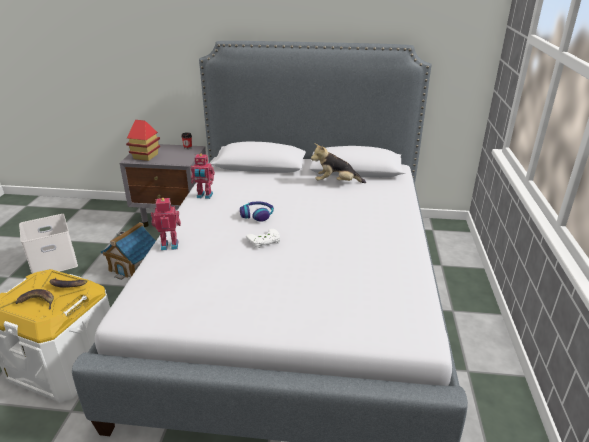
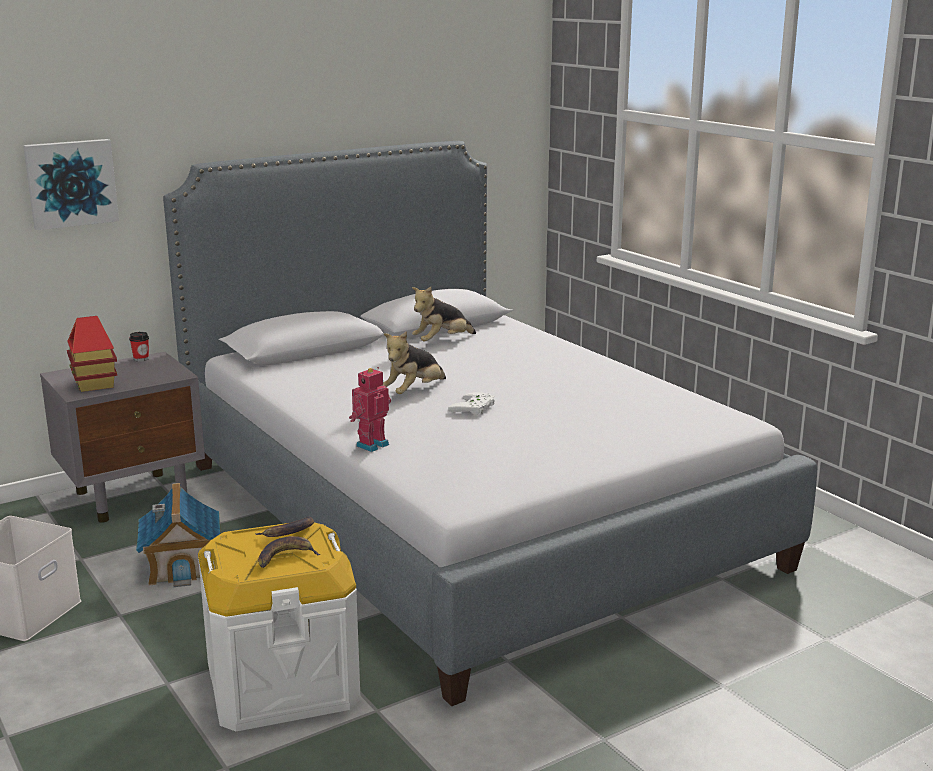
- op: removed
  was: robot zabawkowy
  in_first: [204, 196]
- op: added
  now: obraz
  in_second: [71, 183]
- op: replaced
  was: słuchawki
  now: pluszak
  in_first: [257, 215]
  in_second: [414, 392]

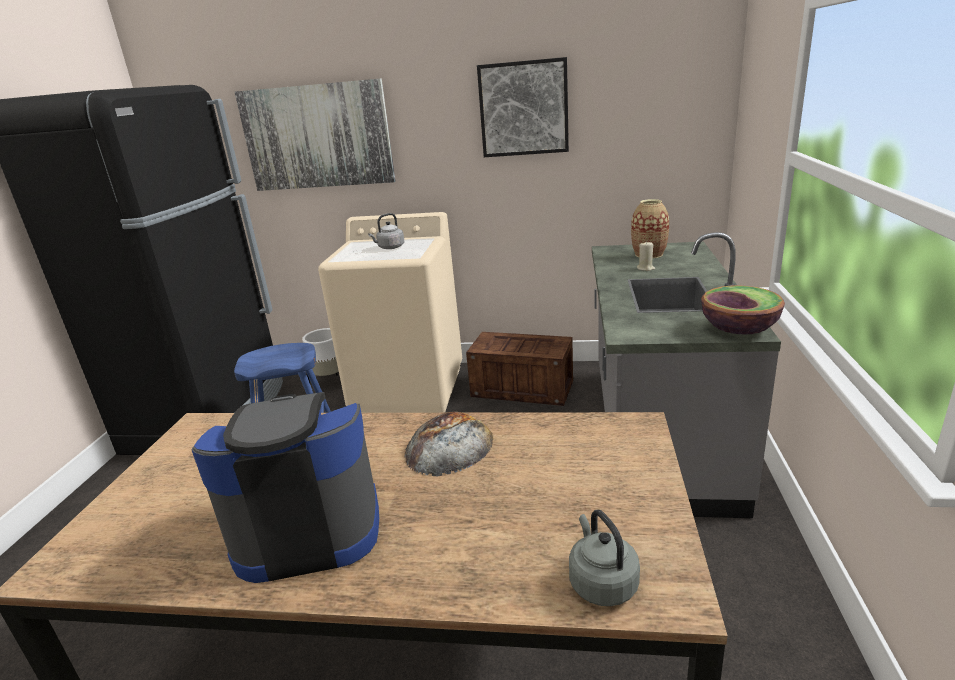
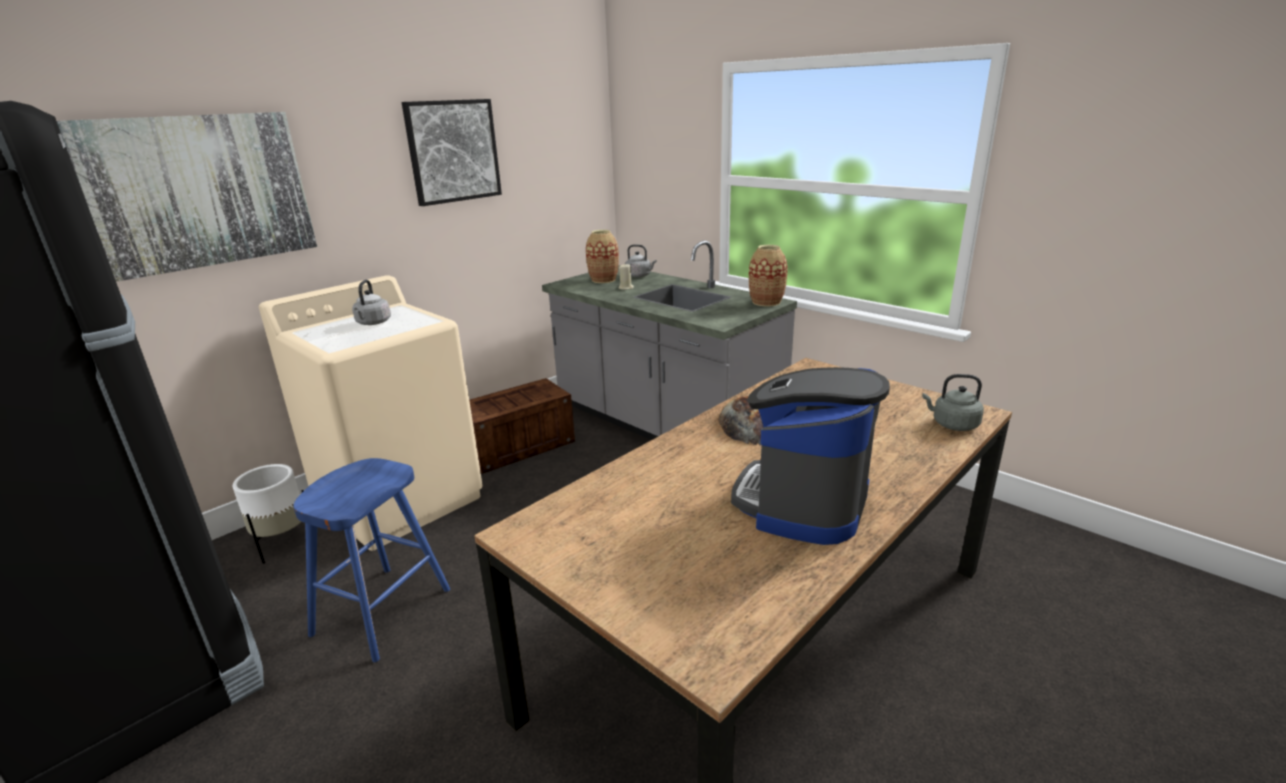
- op: added
  now: czajnik (szary)
  in_second: [639, 276]
- op: replaced
  was: miska
  now: wazon
  in_first: [738, 329]
  in_second: [766, 302]

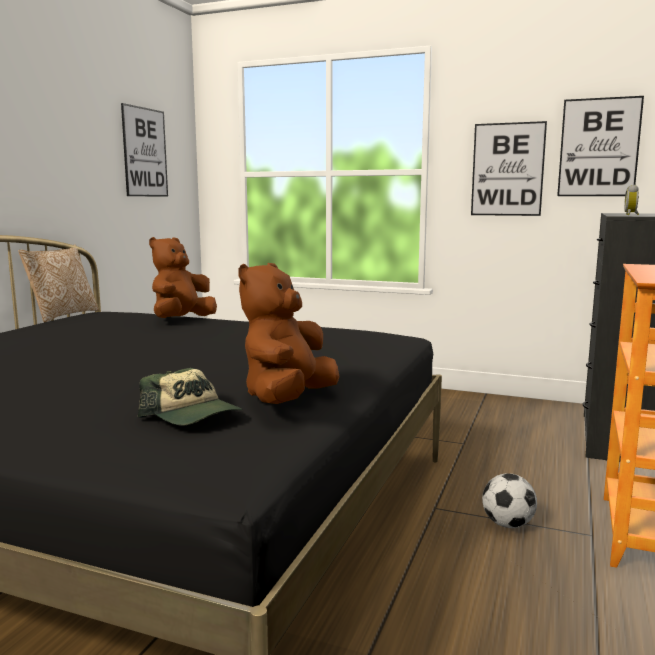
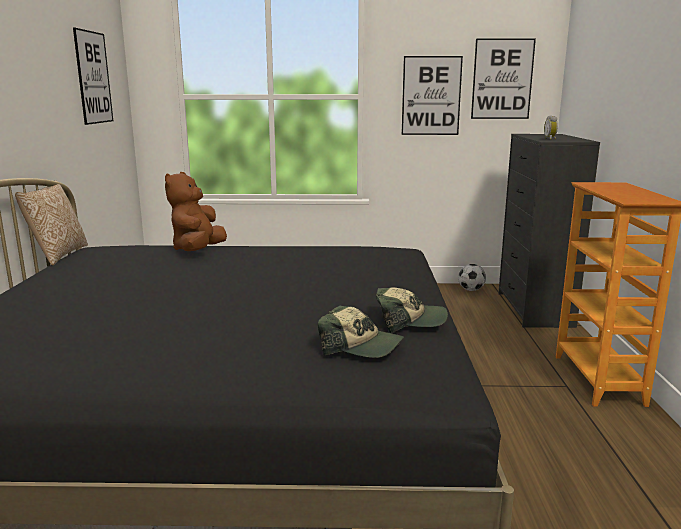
- op: moved
  was: piłka futbolowa
  in_first: [507, 524]
  in_second: [471, 290]
- op: replaced
  was: pluszak (brązowy)
  now: czapka z daszkiem
  in_first: [288, 399]
  in_second: [409, 321]

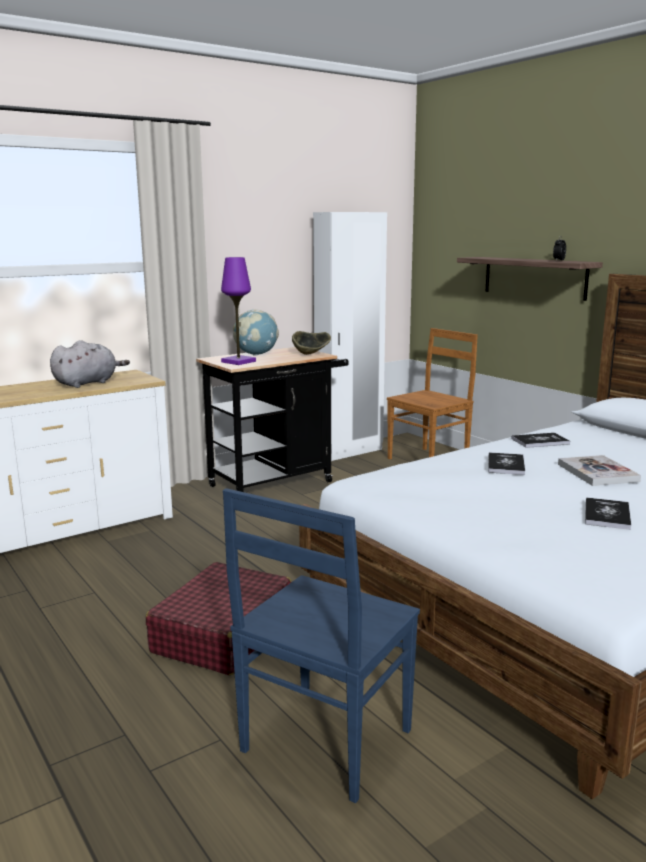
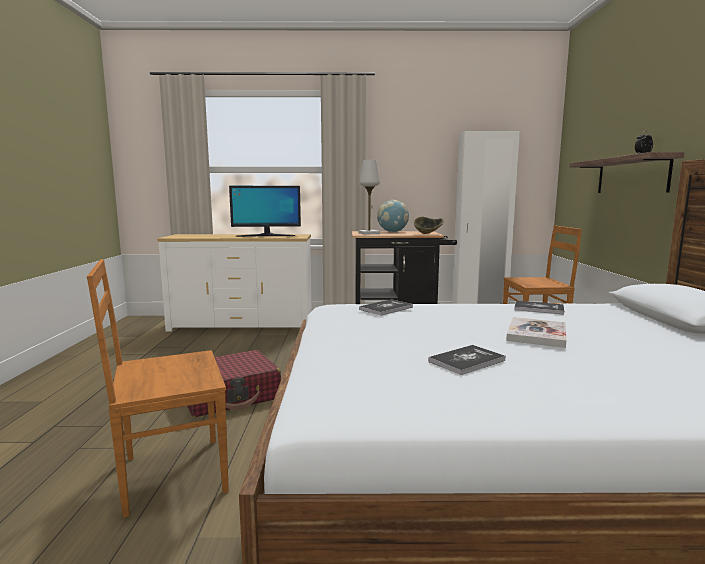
- op: moved
  was: książka
  in_first: [506, 465]
  in_second: [386, 308]
- op: replaced
  was: pluszak (szary)
  now: monitor
  in_first: [88, 383]
  in_second: [266, 236]
- op: recoloured
  was: lampa stołowa (fioletowy)
  now: lampa stołowa (biały)
  in_first: [238, 362]
  in_second: [369, 233]
- op: recoloured
  was: krzesło (niebieski)
  now: krzesło (brązowy)
  in_first: [323, 743]
  in_second: [170, 475]

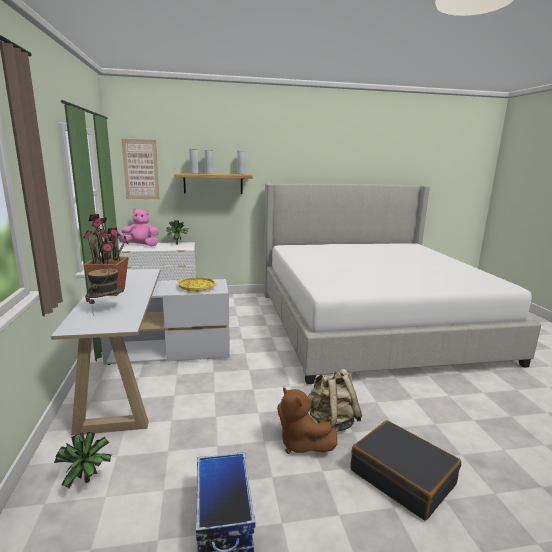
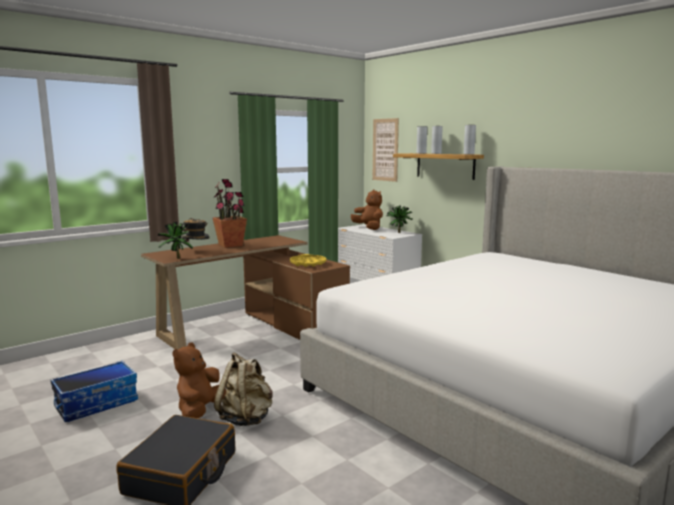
- op: moved
  was: roślina doniczkowa
  in_first: [88, 483]
  in_second: [176, 259]
- op: recoloured
  was: biurko (biały)
  now: biurko (brązowy)
  in_first: [149, 371]
  in_second: [254, 328]
- op: recoloured
  was: pluszak (różowy)
  now: pluszak (brązowy)
  in_first: [140, 246]
  in_second: [368, 228]

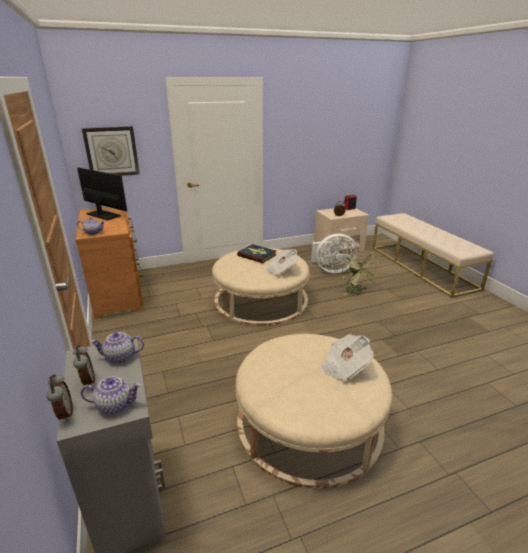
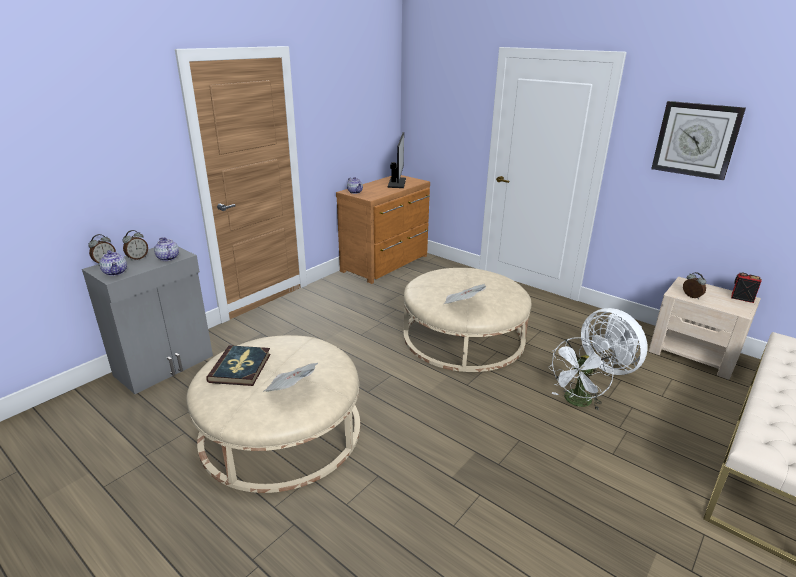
- op: moved
  was: zegar ścienny
  in_first: [111, 152]
  in_second: [696, 140]
- op: moved
  was: książka
  in_first: [257, 255]
  in_second: [240, 368]
- op: recoloured
  was: wentylator (zielony)
  now: wentylator (biały)
  in_first: [356, 291]
  in_second: [576, 402]

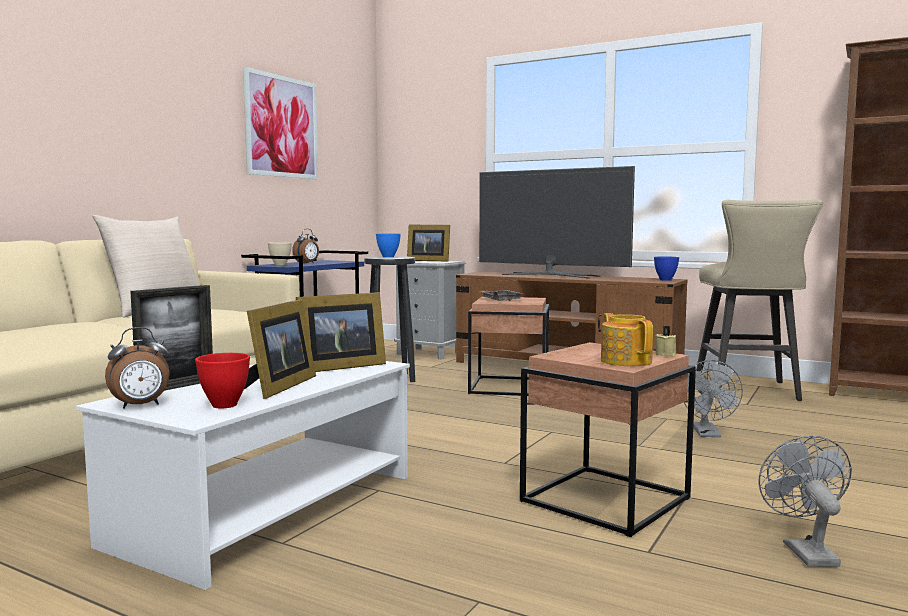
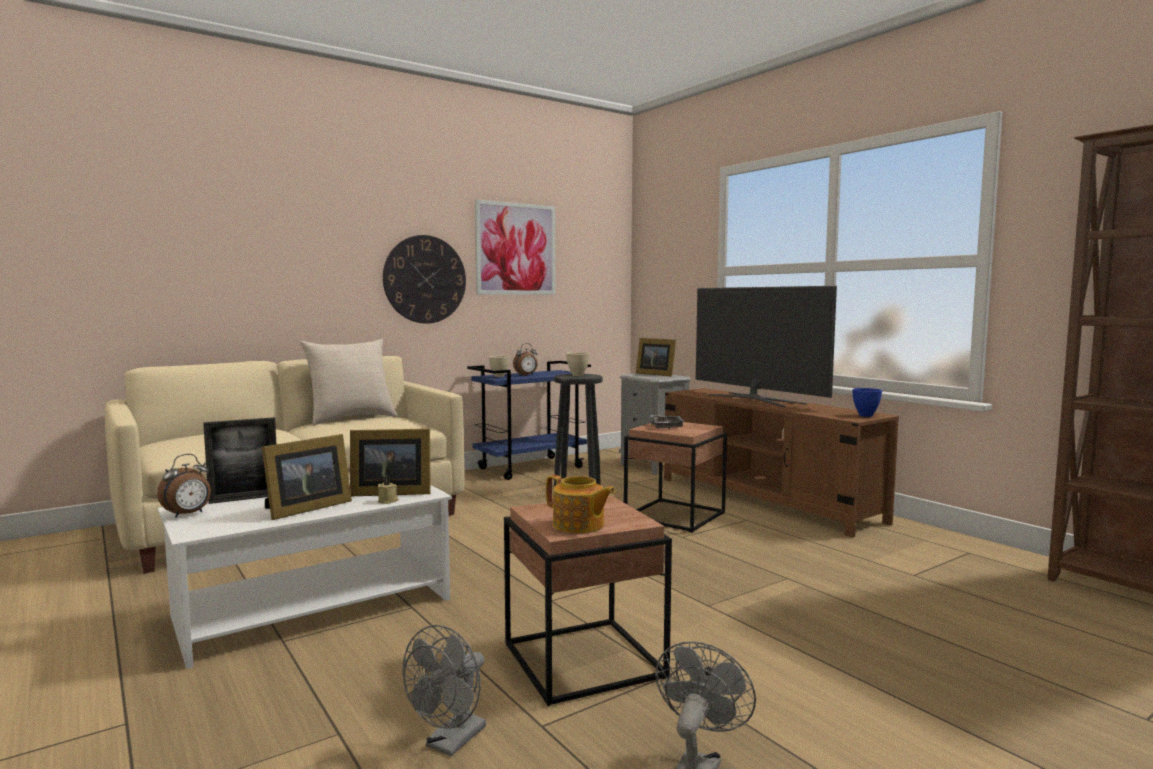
- op: removed
  was: miska (czerwony)
  in_first: [223, 405]
- op: removed
  was: stołek (beżowy)
  in_first: [749, 391]
- op: added
  now: zegar ścienny
  in_second: [425, 279]
- op: moved
  was: świeca (beżowy)
  in_first: [666, 354]
  in_second: [388, 501]
- op: moved
  was: wentylator (szary)
  in_first: [708, 434]
  in_second: [450, 743]
- op: recoloured
  was: miska (niebieski)
  now: miska (beżowy)
  in_first: [387, 257]
  in_second: [577, 375]
- op: turned
  was: budzik
  in_first: [140, 406]
  in_second: [188, 514]
  clockwise: -45
- op: turned
  was: imbryk
  in_first: [626, 361]
  in_second: [579, 525]
  clockwise: 120

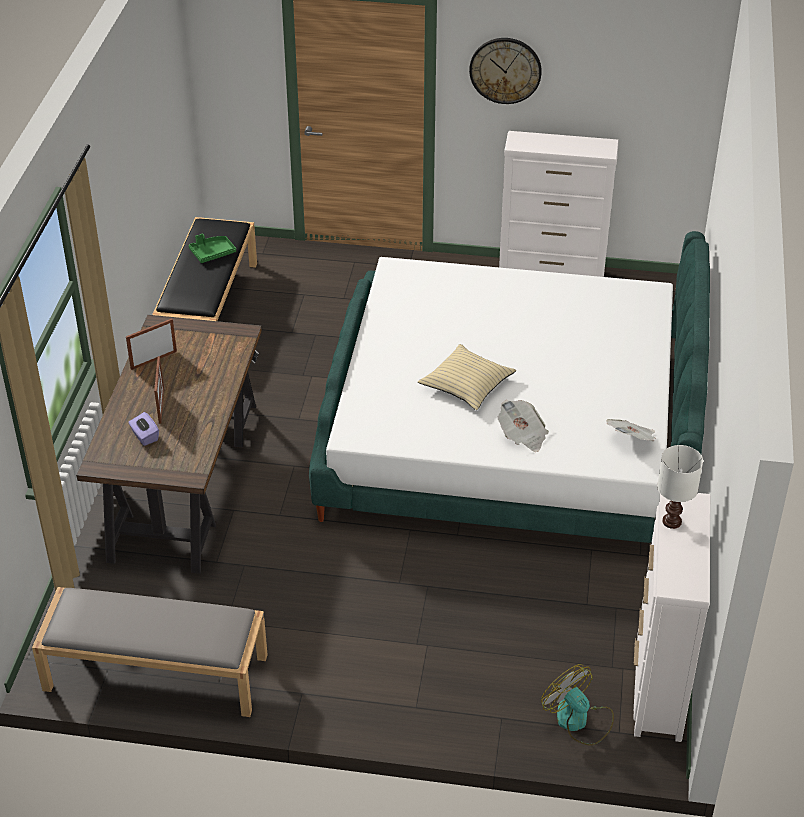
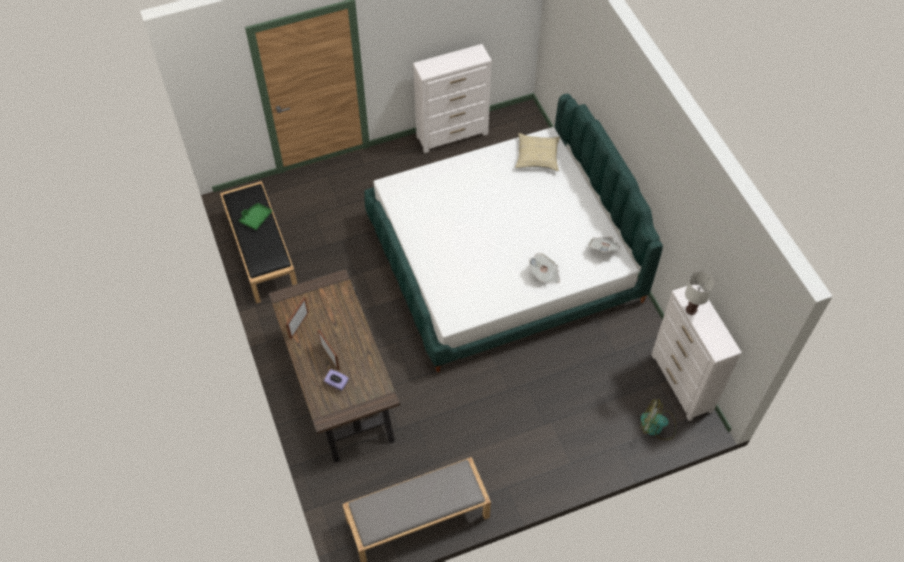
- op: removed
  was: zegar ścienny
  in_first: [505, 70]
- op: moved
  was: poduszka (beżowy)
  in_first: [467, 384]
  in_second: [537, 156]

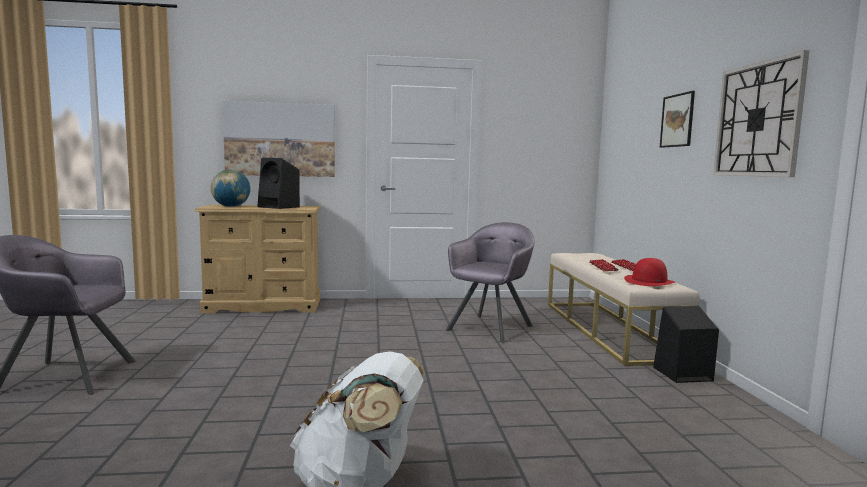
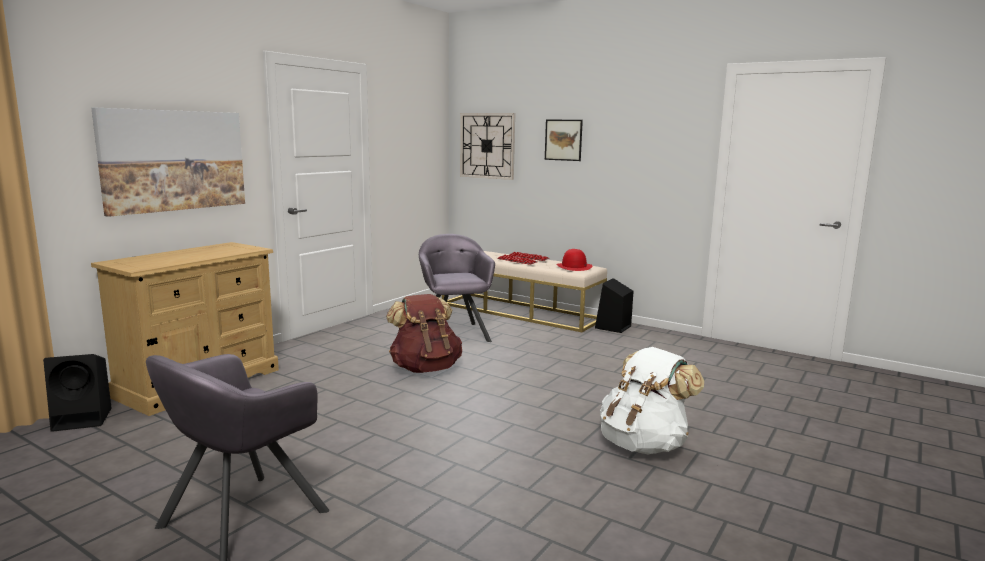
- op: removed
  was: globus
  in_first: [231, 207]
- op: added
  now: plecak (brązowy)
  in_second: [425, 368]
- op: moved
  was: głośnik (czarny)
  in_first: [279, 207]
  in_second: [84, 419]
- op: moved
  was: zegar ścienny
  in_first: [758, 120]
  in_second: [487, 146]

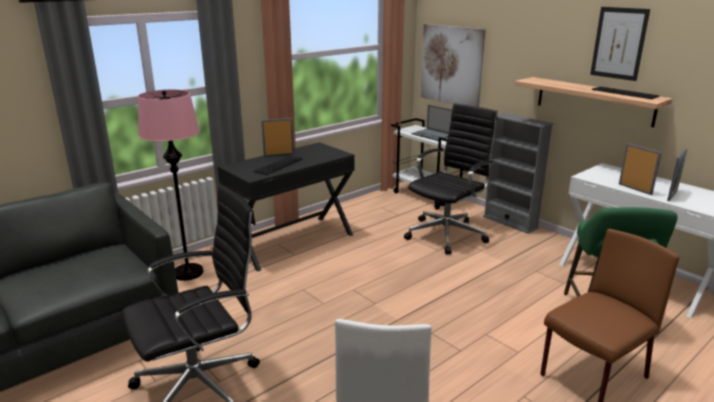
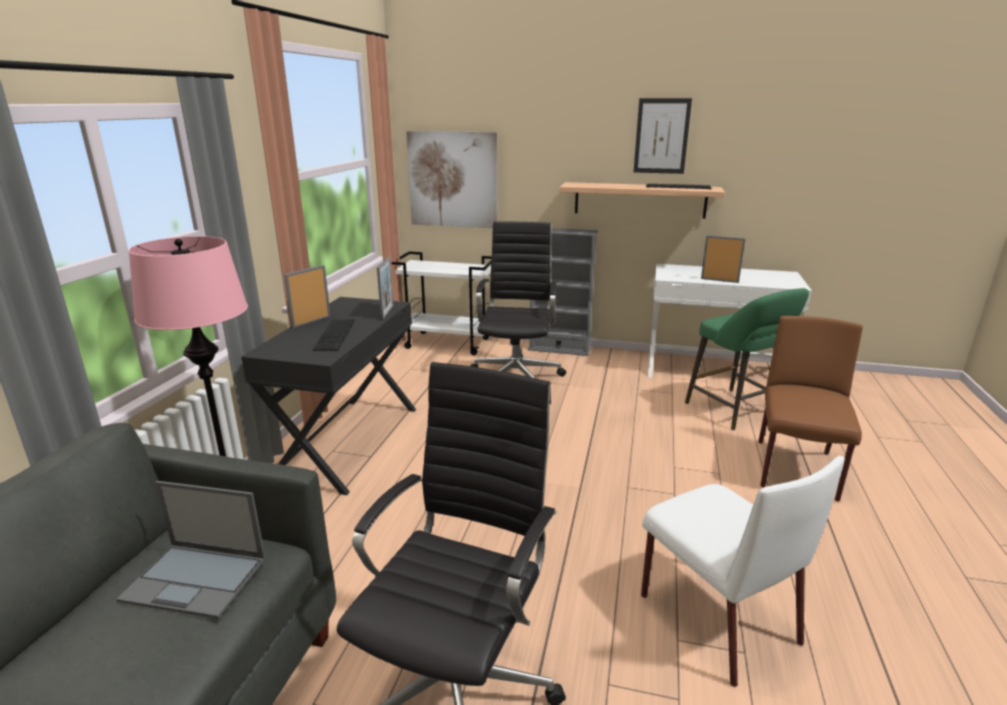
- op: moved
  was: laptop
  in_first: [432, 135]
  in_second: [196, 579]
- op: moved
  was: ramka na zdjęcie
  in_first: [672, 195]
  in_second: [387, 312]

